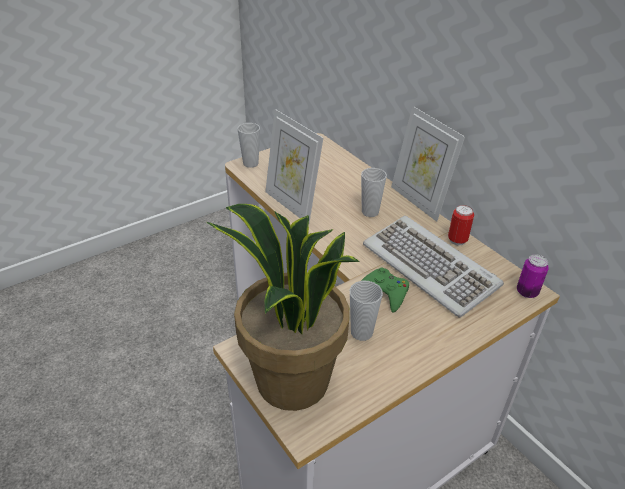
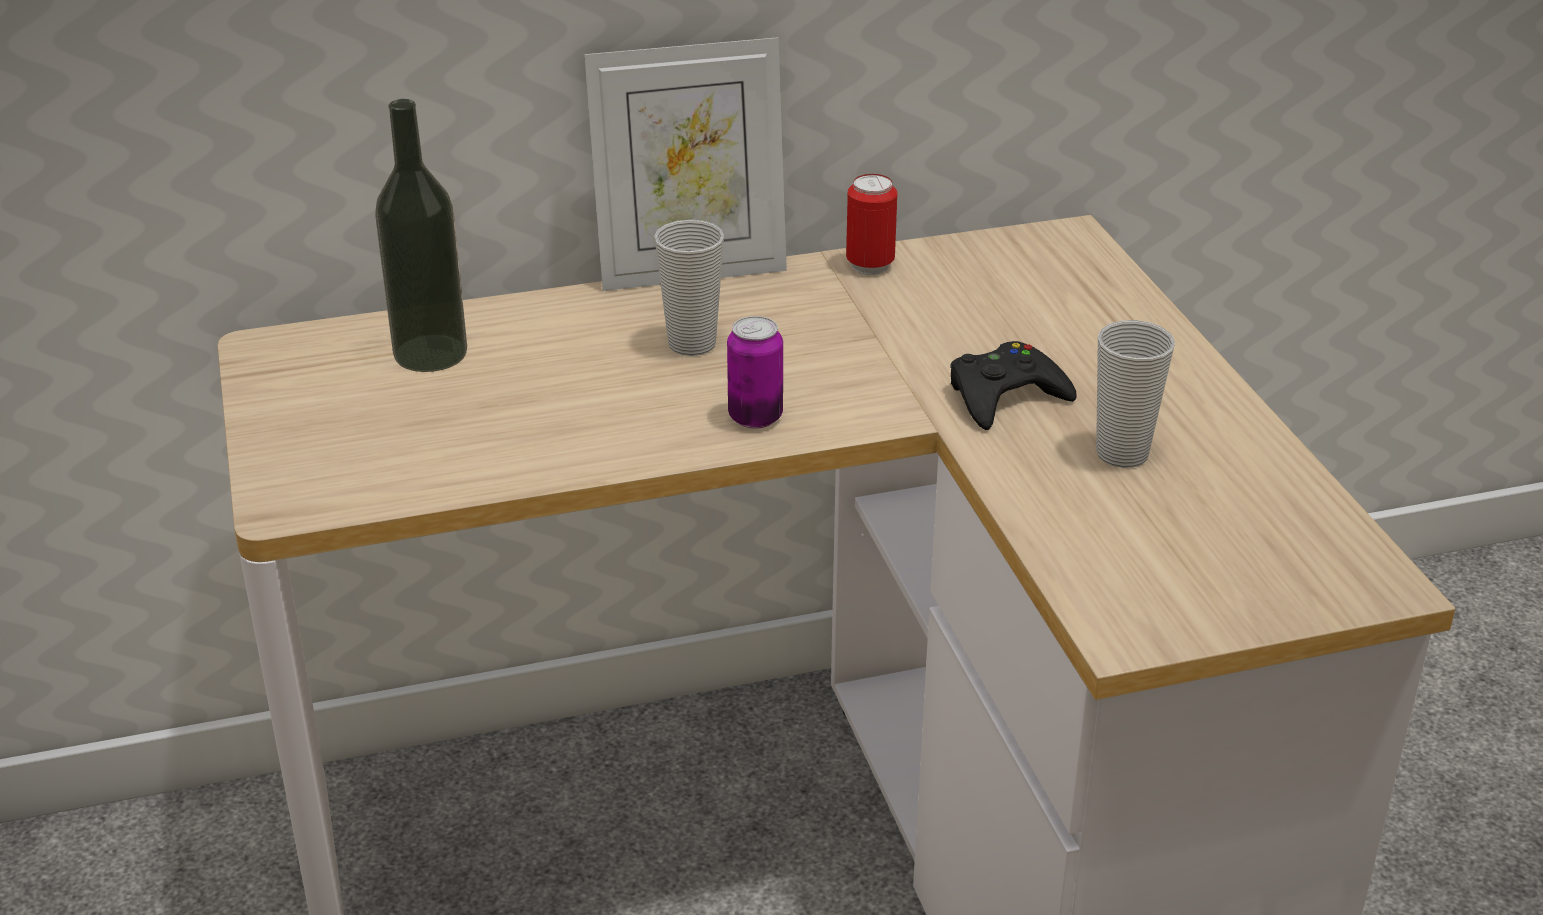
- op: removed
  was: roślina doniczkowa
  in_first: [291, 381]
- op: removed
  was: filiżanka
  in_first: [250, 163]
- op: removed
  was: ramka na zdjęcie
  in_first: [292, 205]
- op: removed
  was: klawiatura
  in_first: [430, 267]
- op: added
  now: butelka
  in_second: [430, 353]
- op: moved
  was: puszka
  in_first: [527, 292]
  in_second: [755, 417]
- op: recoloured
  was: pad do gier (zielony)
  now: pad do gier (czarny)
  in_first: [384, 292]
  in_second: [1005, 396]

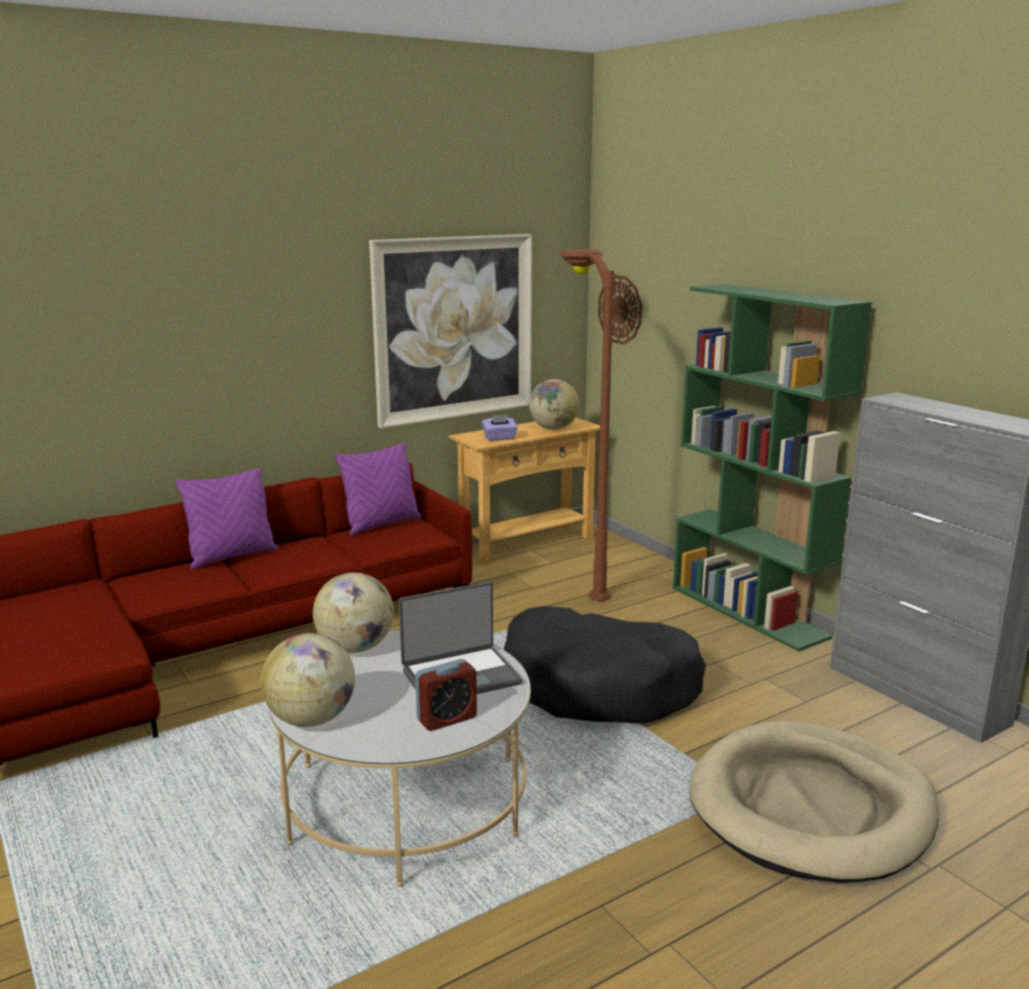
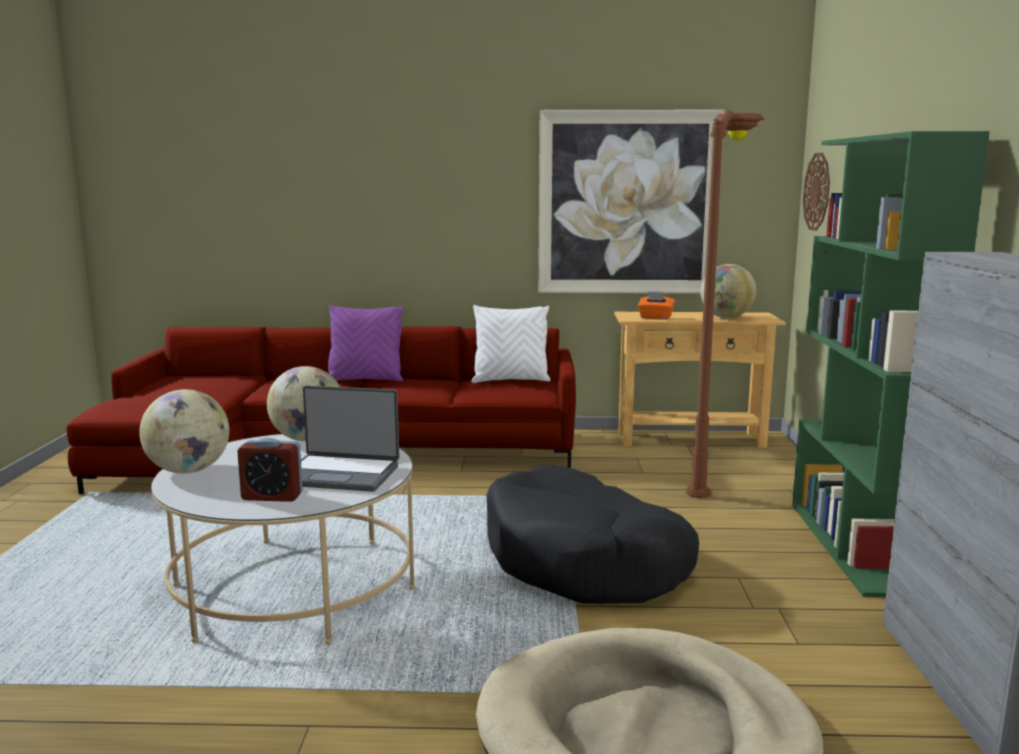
- op: recoloured
  was: poduszka (fioletowy)
  now: poduszka (biały)
  in_first: [381, 524]
  in_second: [510, 380]
- op: recoloured
  was: pudełko chusteczek (fioletowy)
  now: pudełko chusteczek (pomarańczowy)
  in_first: [499, 438]
  in_second: [655, 318]

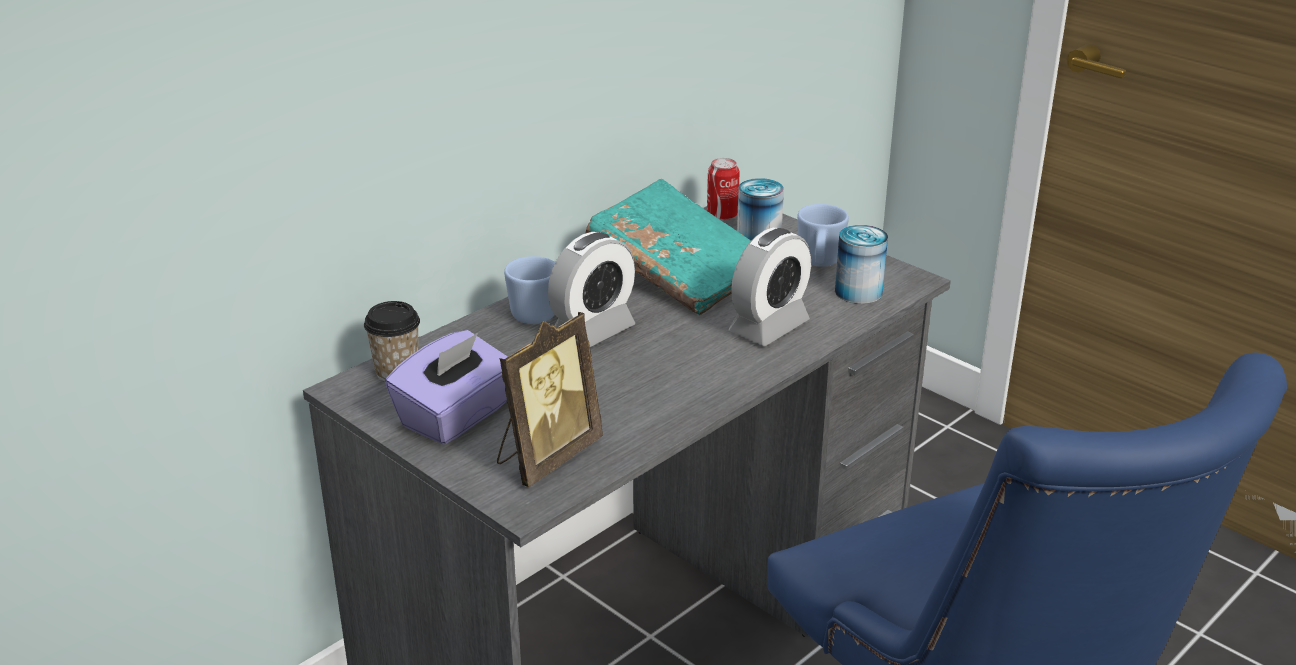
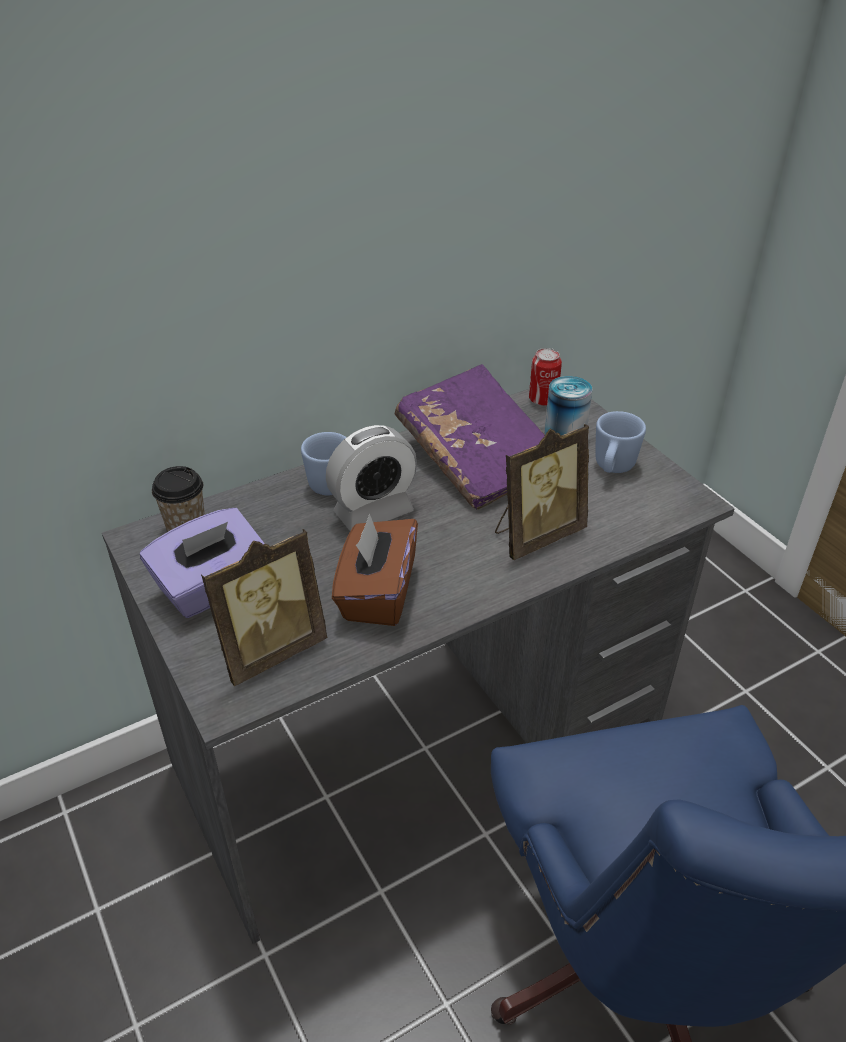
- op: removed
  was: puszka
  in_first: [858, 292]
- op: added
  now: pudełko chusteczek (brązowy)
  in_second: [377, 593]
- op: replaced
  was: budzik
  now: ramka na zdjęcie
  in_first: [769, 327]
  in_second: [536, 535]
- op: recoloured
  was: książka (turkusowy)
  now: książka (fioletowy)
  in_first: [678, 271]
  in_second: [478, 457]

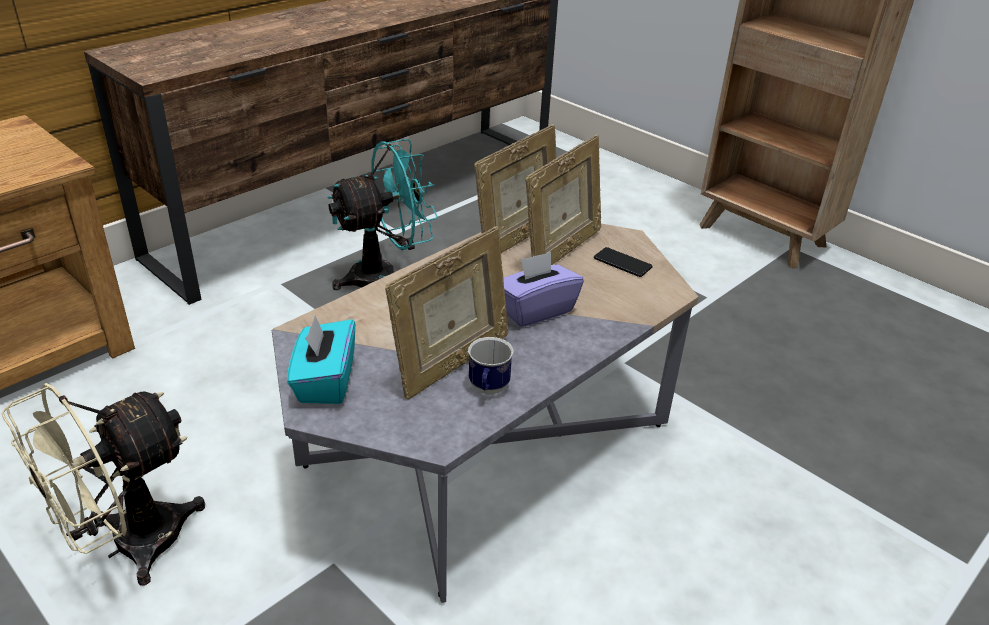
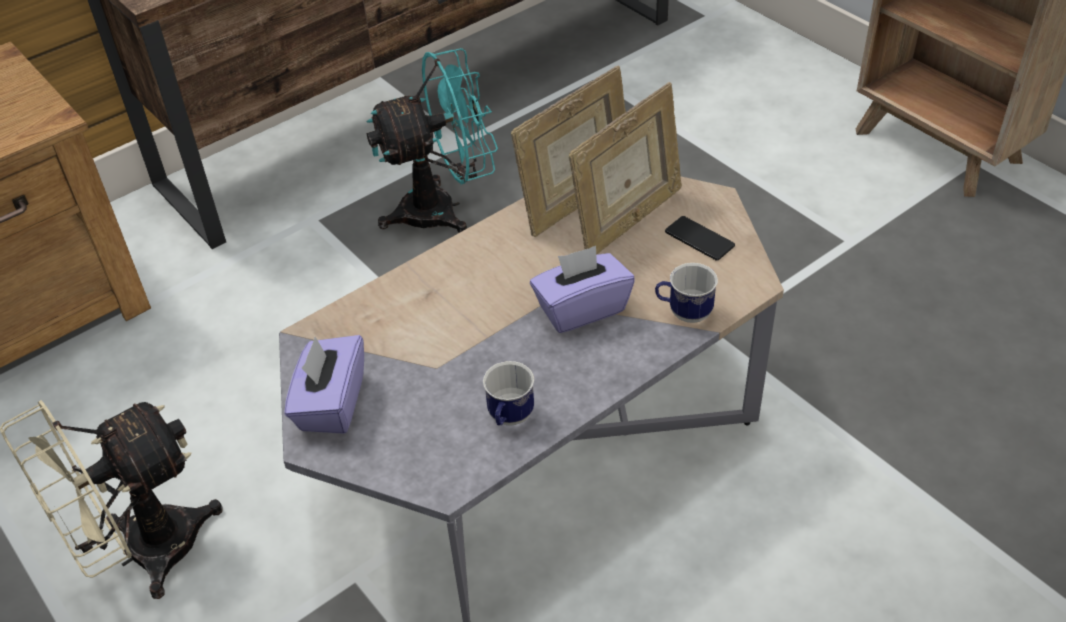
- op: removed
  was: ramka na zdjęcie
  in_first: [452, 364]
- op: added
  now: kubek
  in_second: [684, 313]
- op: recoloured
  was: pudełko chusteczek (turkusowy)
  now: pudełko chusteczek (fioletowy)
  in_first: [325, 381]
  in_second: [331, 403]

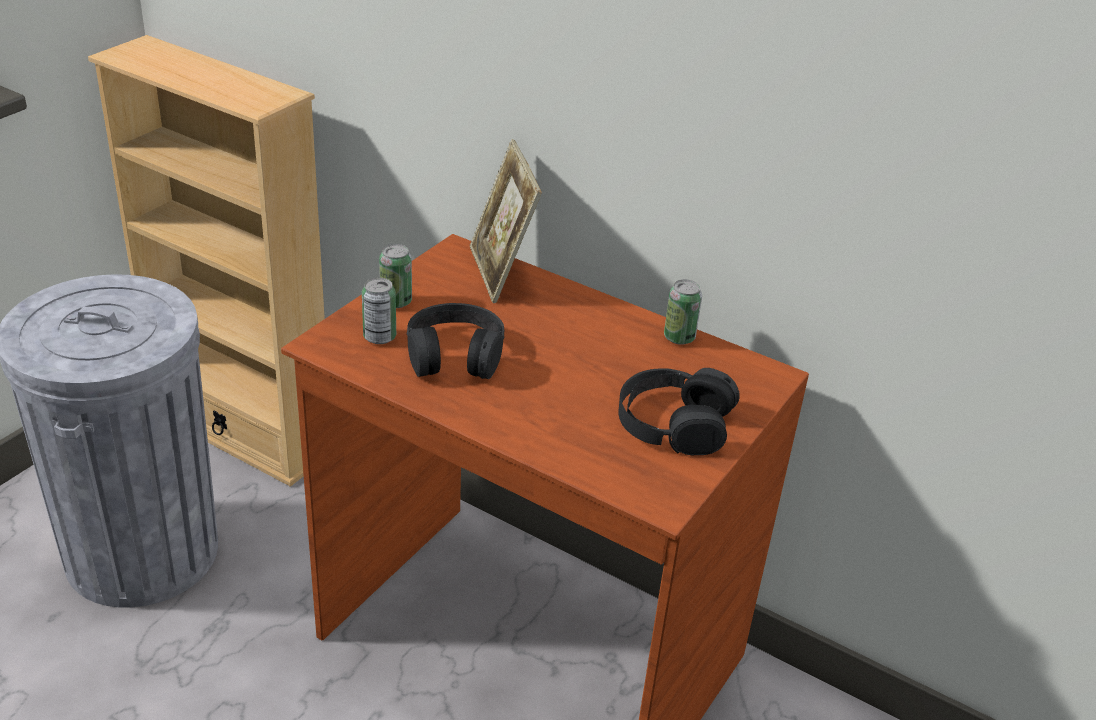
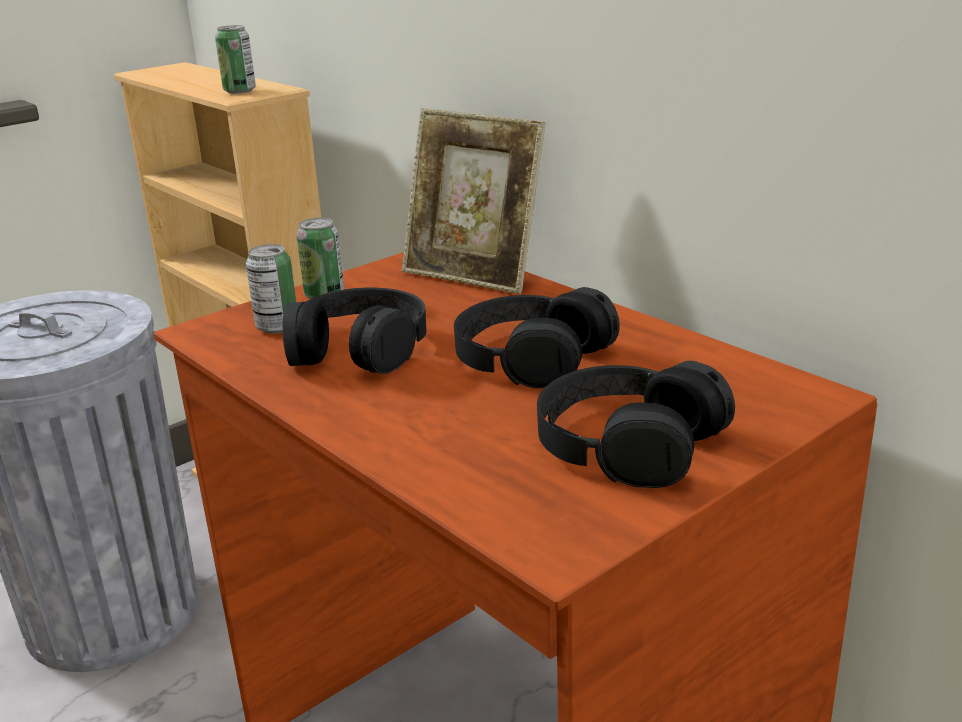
- op: added
  now: słuchawki (czarny)
  in_second: [531, 357]
- op: moved
  was: puszka
  in_first: [679, 337]
  in_second: [239, 91]
- op: turned
  was: ramka na zdjęcie
  in_first: [501, 273]
  in_second: [474, 275]
  clockwise: -60

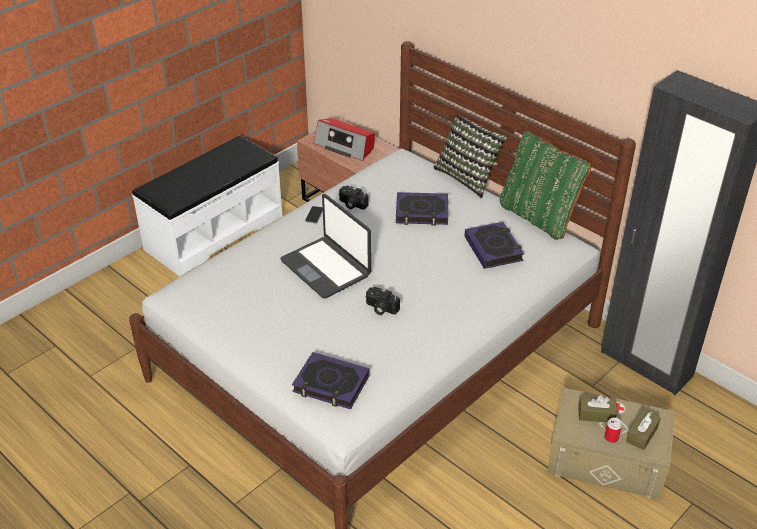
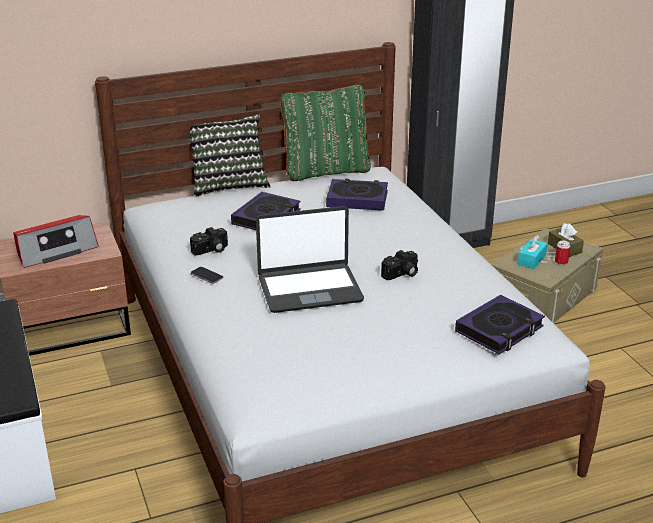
- op: recoloured
  was: pudełko chusteczek (brązowy)
  now: pudełko chusteczek (turkusowy)
  in_first: [596, 414]
  in_second: [531, 260]

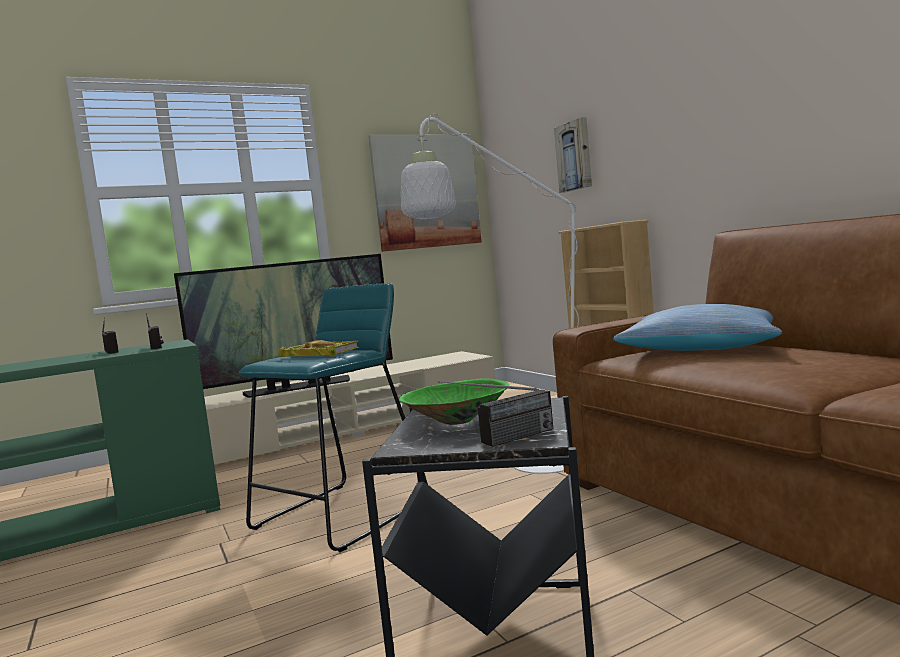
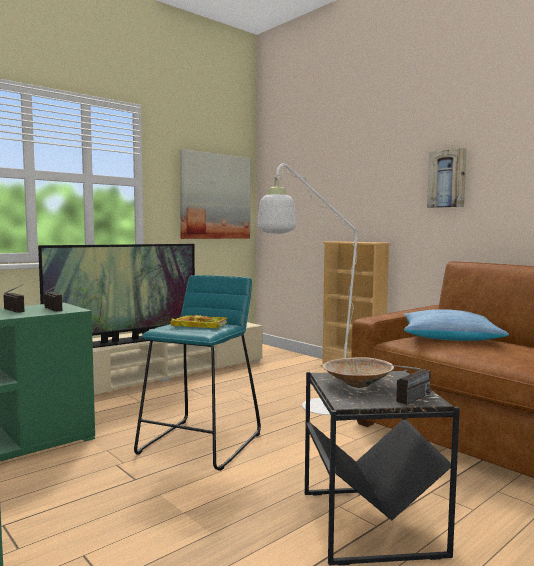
- op: moved
  was: obraz
  in_first: [575, 156]
  in_second: [447, 179]
- op: recoloured
  was: miska (zielony)
  now: miska (beżowy)
  in_first: [455, 421]
  in_second: [356, 385]

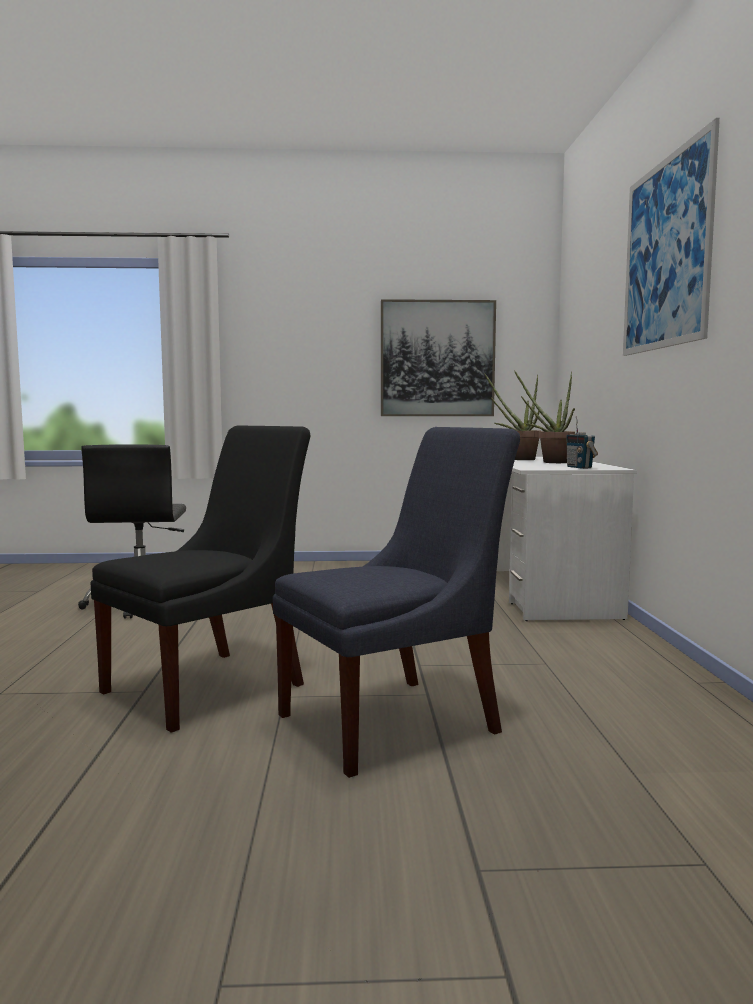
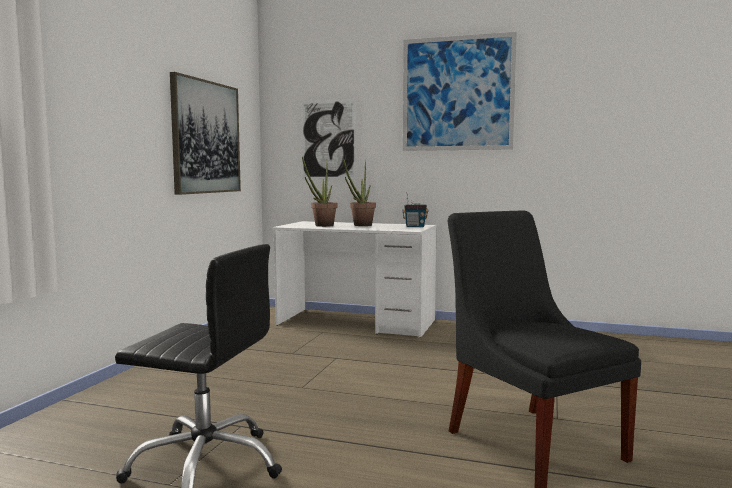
- op: removed
  was: krzesło (niebieski)
  in_first: [397, 721]
- op: added
  now: obraz
  in_second: [328, 139]

